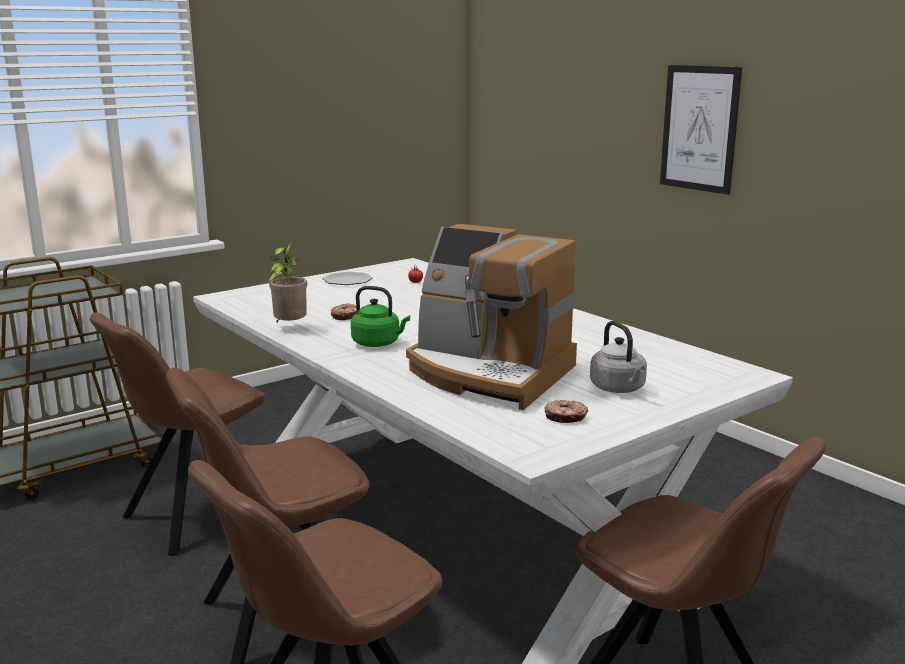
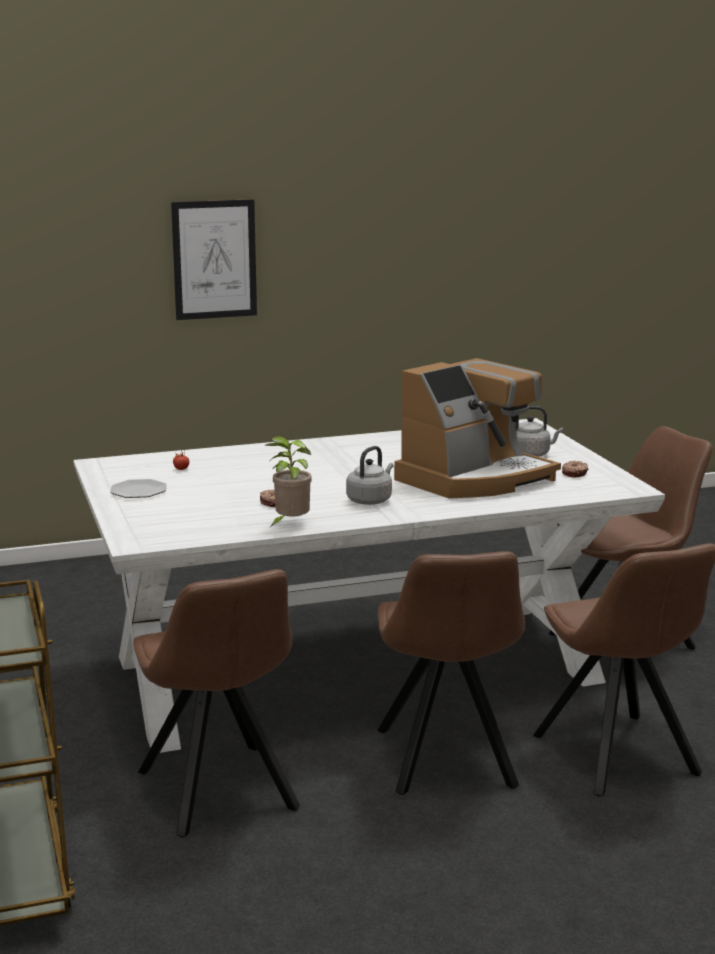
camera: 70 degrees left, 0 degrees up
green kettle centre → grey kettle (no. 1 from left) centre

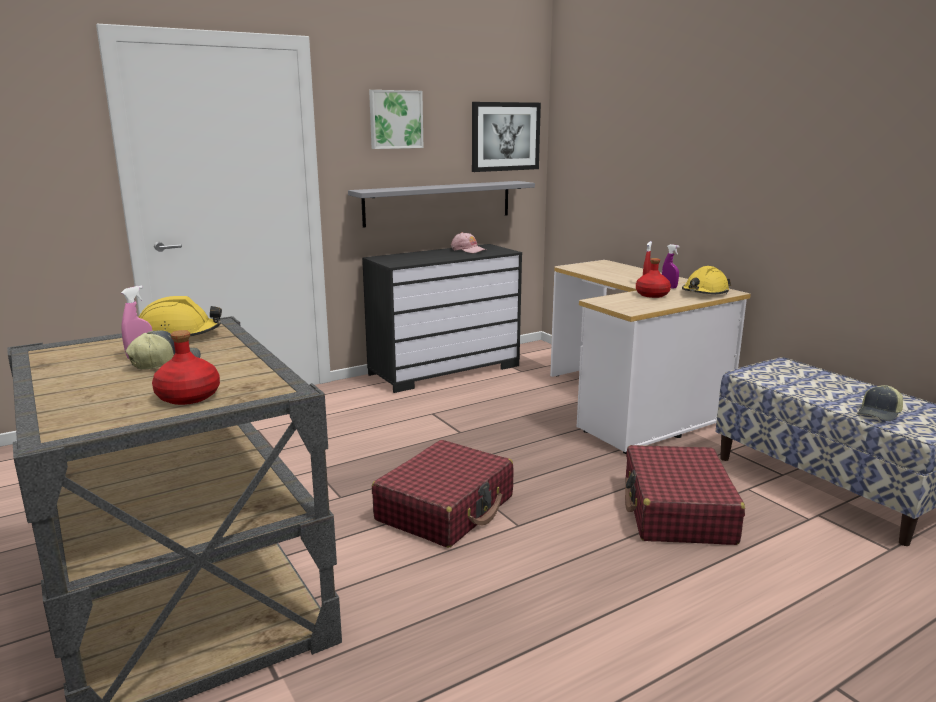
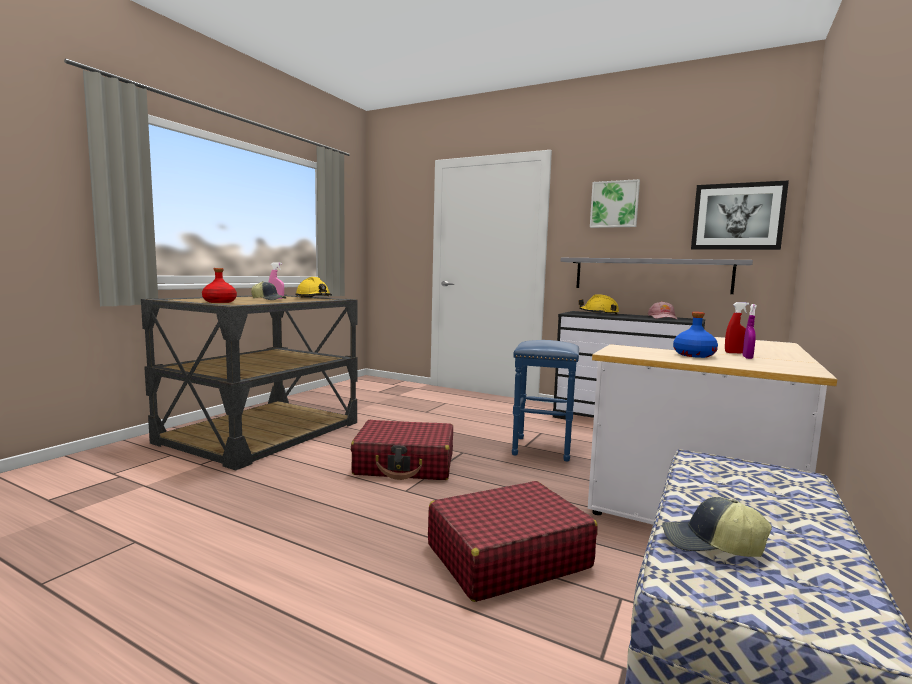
camera: 60 degrees right, 10 degrees down
red bottle (no. 2 from left) middle right → blue bottle middle right
yellow hard hat (no. 2 from left) middle right → yellow hard hat (no. 2 from left) centre, relocated
- → blue stool centre

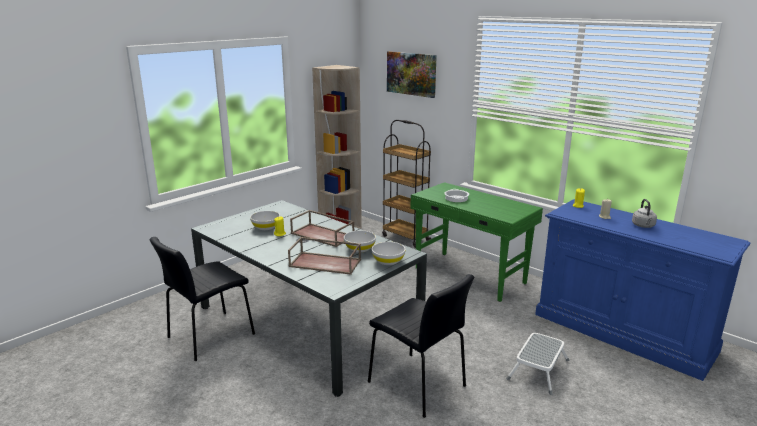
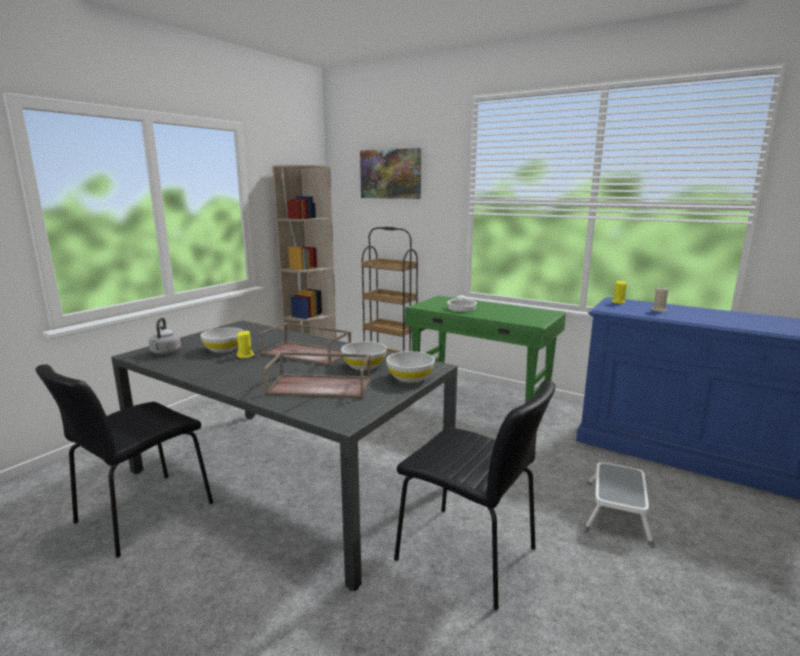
camera: 10 degrees left, 5 degrees down
grey kettle middle right → grey kettle middle left, relocated

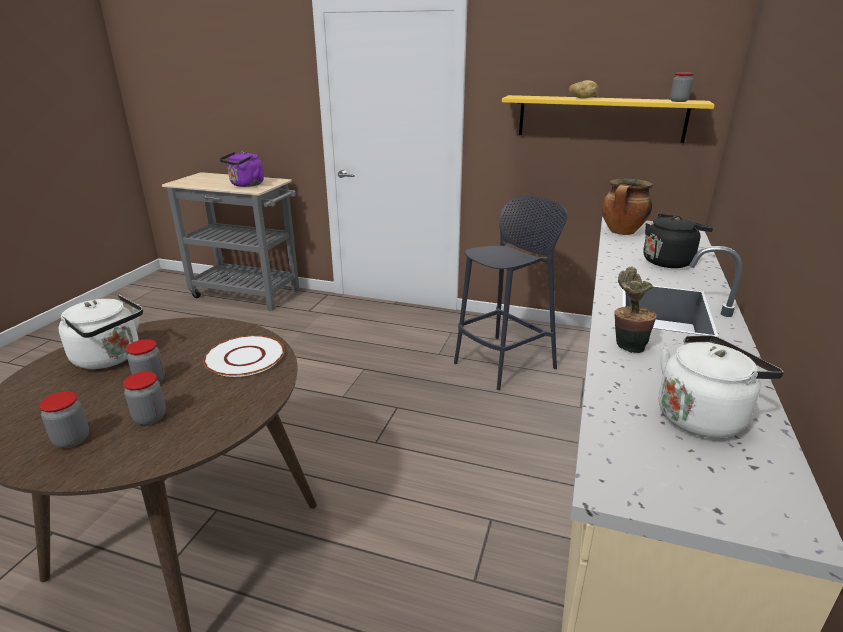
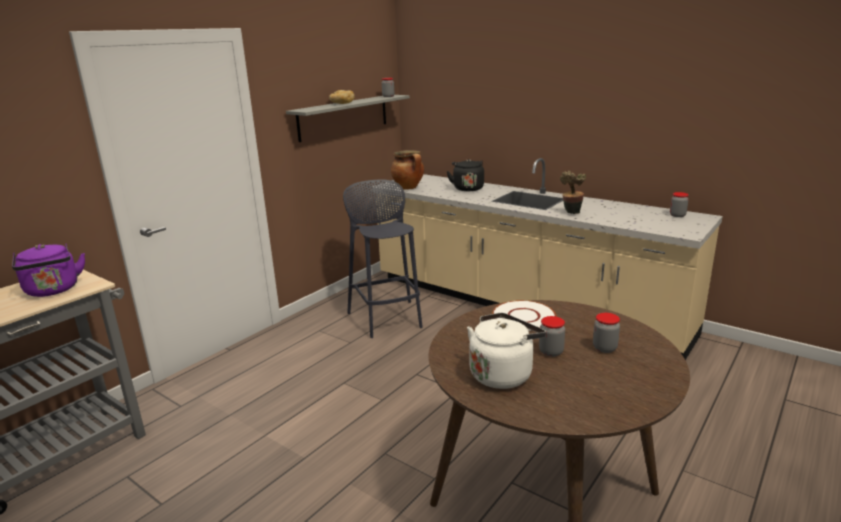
camera: 70 degrees left, 5 degrees down
yellow shelf top right → grey shelf top centre
white kettle (no. 2 from left) middle right → -
jar (no. 1 from left in the first image) middle left → jar (no. 4 from left) middle right, relocated

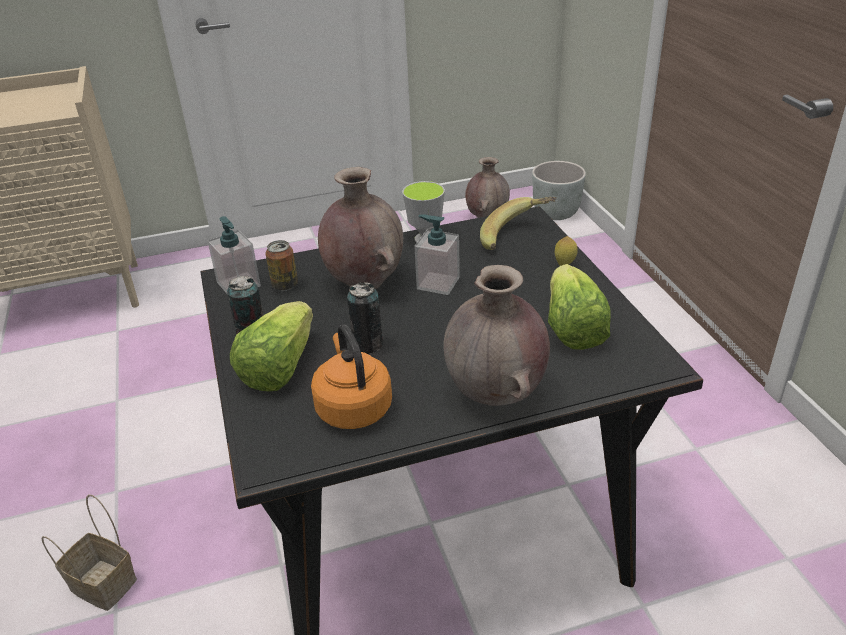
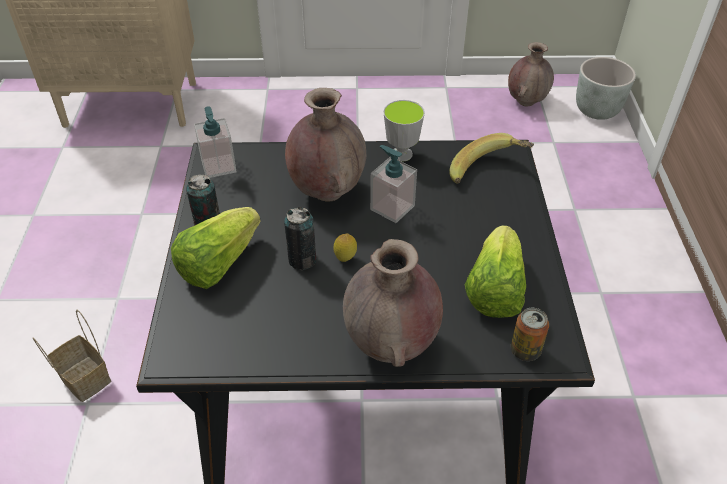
camera: 15 degrees right, 10 degrees up
lemon middle right → lemon centre, relocated
can (no. 2 from left in the first image) middle left → can (no. 3 from left) bottom right, relocated
orange kettle centre → -

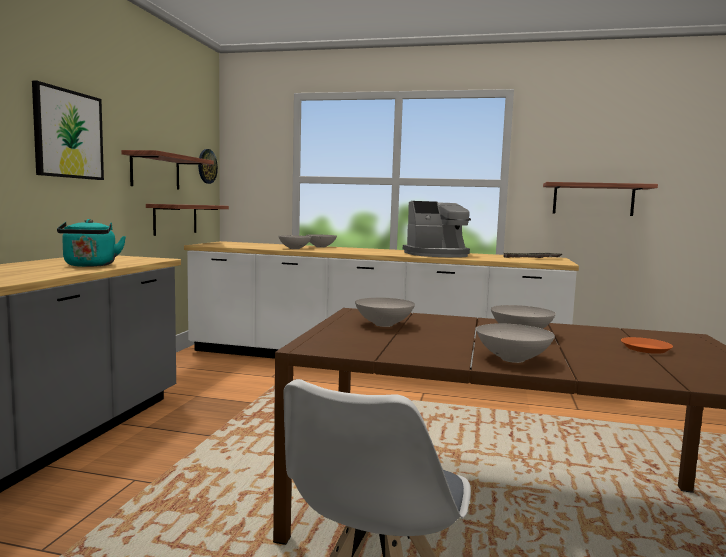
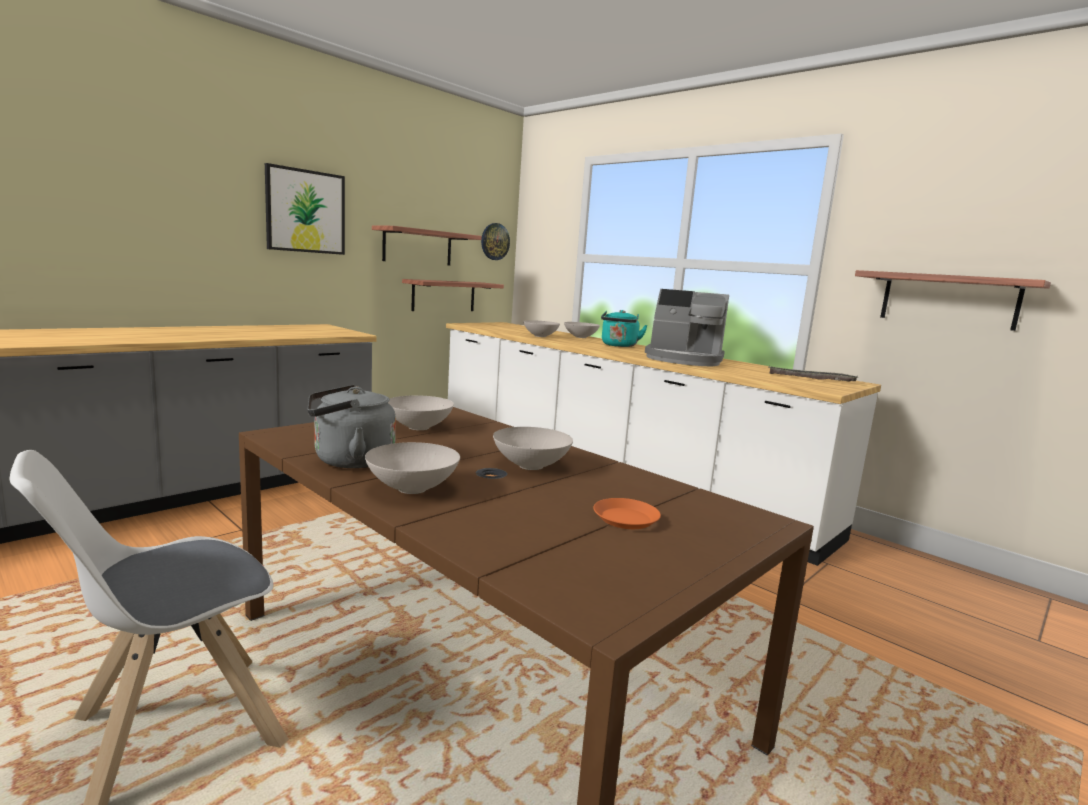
camera: 30 degrees right, 5 degrees up
turquoise kettle middle left → turquoise kettle centre, relocated
- → grey kettle middle left

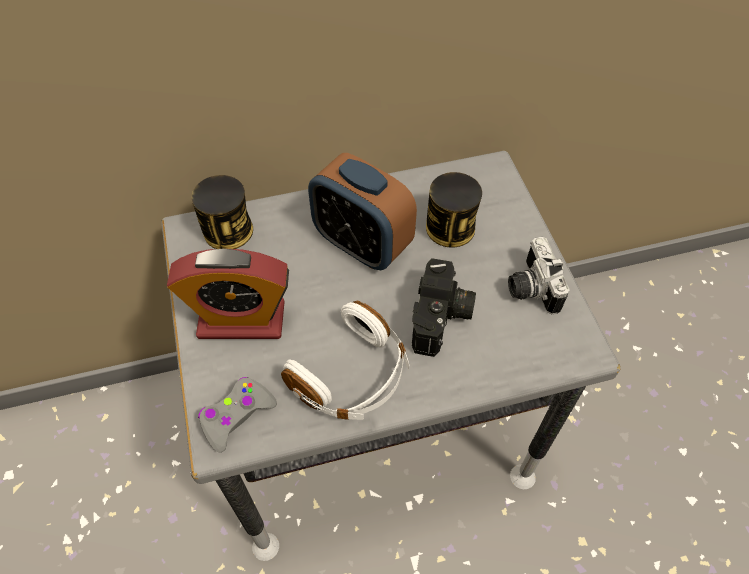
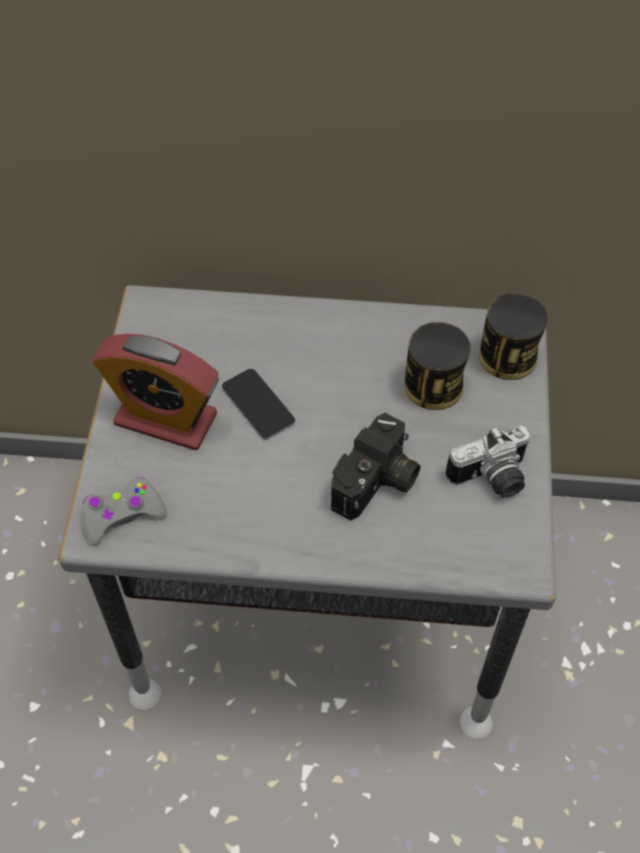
camera: 20 degrees right, 0 degrees up
alarm clock (no. 2 from left) centre → -
can (no. 1 from left in the first image) middle left → can (no. 2 from left) middle right, relocated
photo camera (no. 2 from left) middle right, 120 degrees counterclockwise
white headphones centre → -
- → phone centre

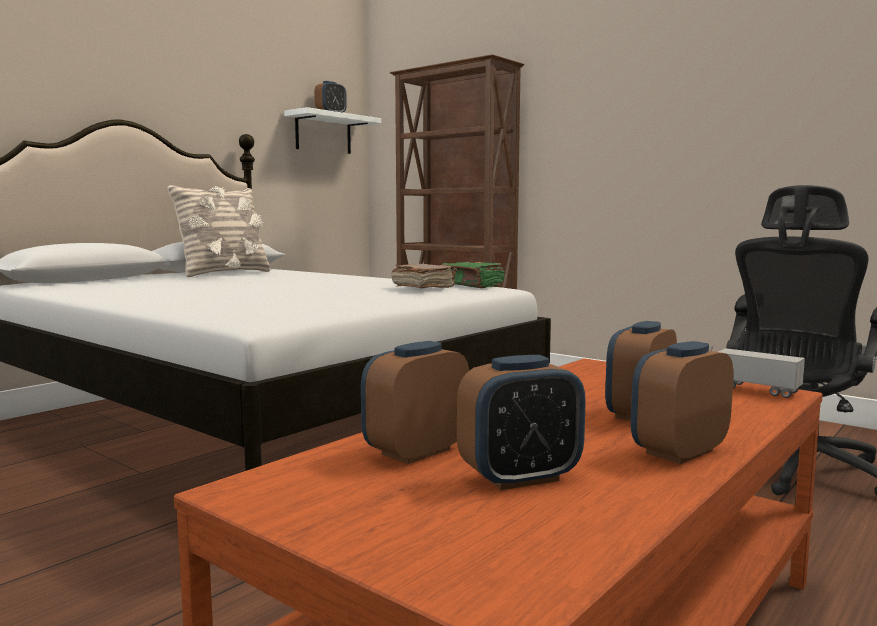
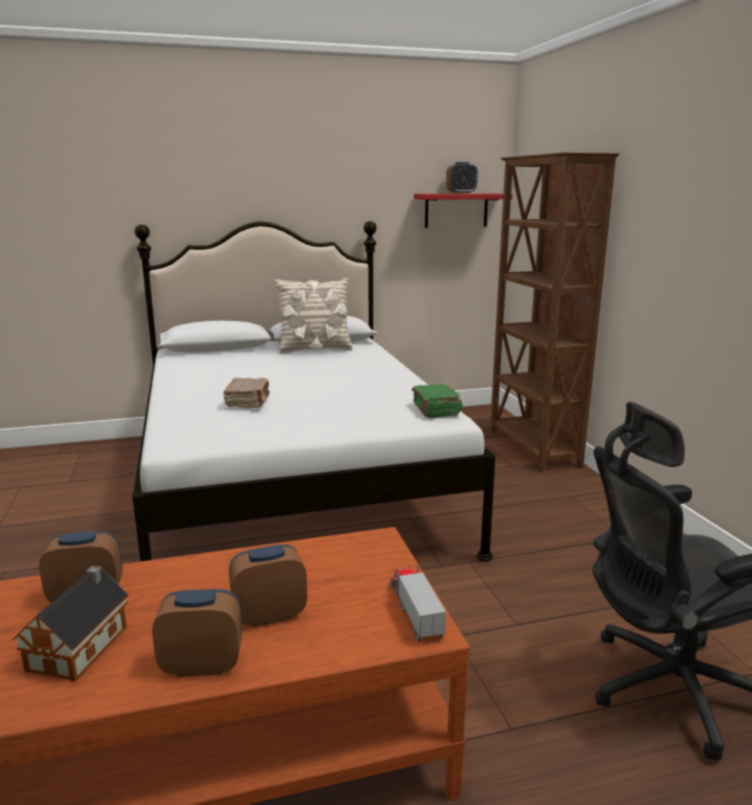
camera: 35 degrees right, 10 degrees up
white shelf top centre → red shelf top centre
brown book centre → brown book middle left, relocated
alarm clock (no. 3 from left) bottom centre → toy house bottom left

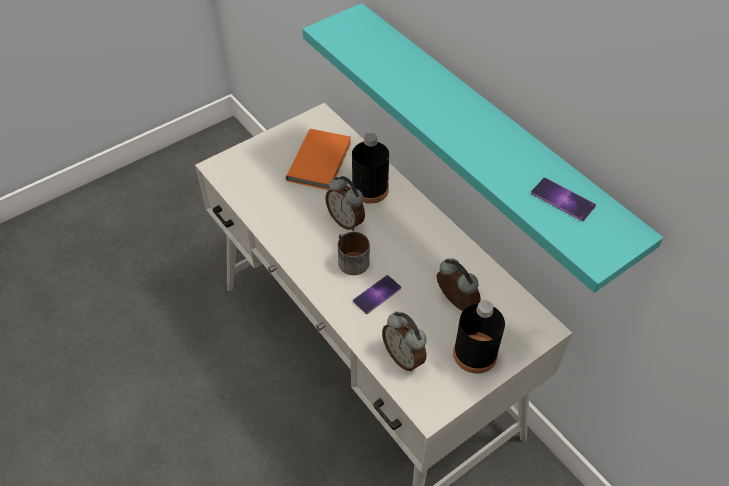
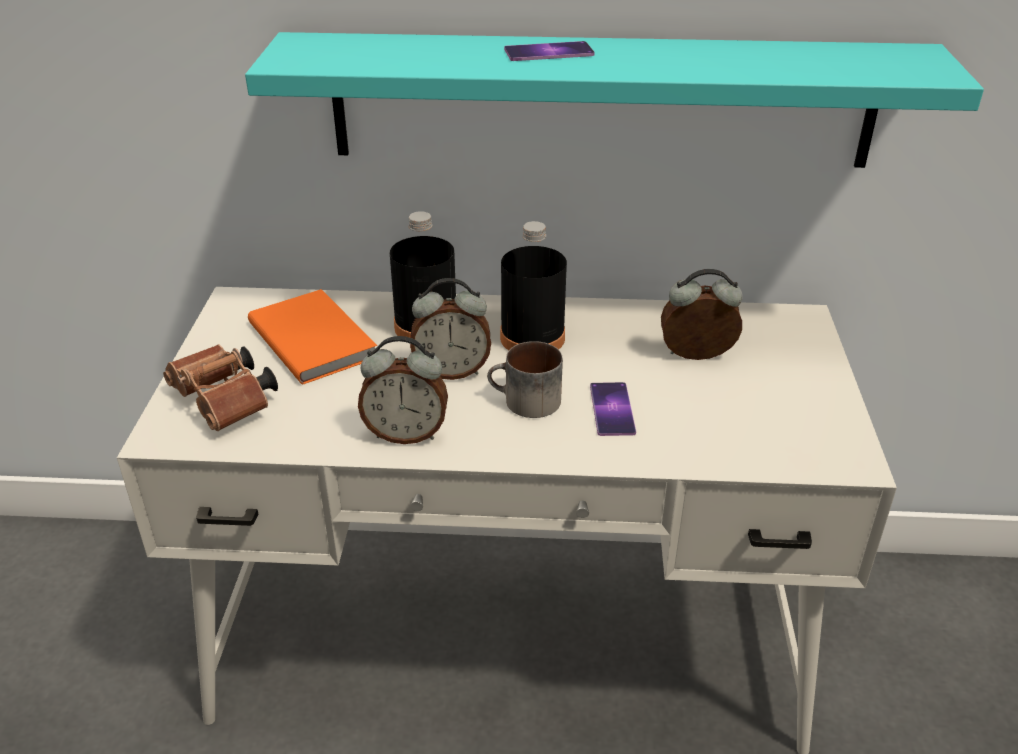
camera: 50 degrees left, 15 degrees down
phone (no. 2 from left in the first image) middle right → phone (no. 1 from left) top centre, relocated
black bottle (no. 2 from left) bottom centre → black bottle (no. 2 from left) centre, relocated
alarm clock (no. 2 from left in the first image) bottom centre → alarm clock (no. 1 from left) centre, relocated
- → brown binoculars middle left

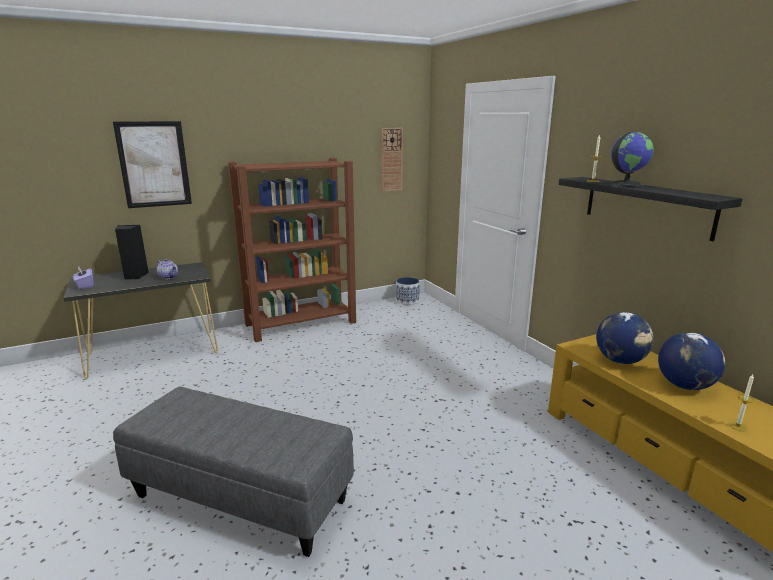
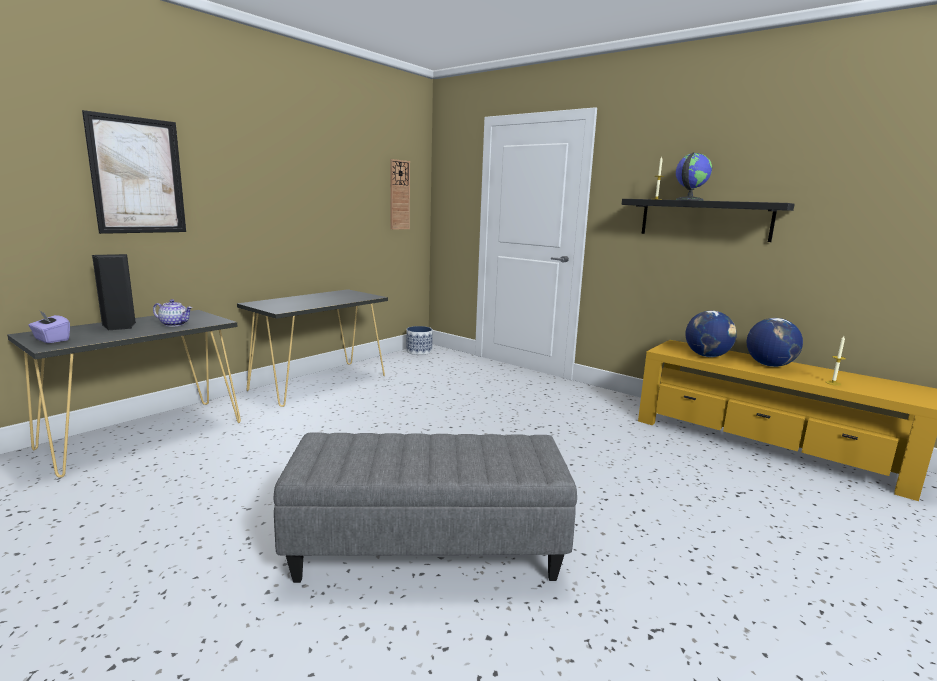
camera: 25 degrees left, 5 degrees down
brown bookcase centre → black console table (no. 2 from left) middle left

